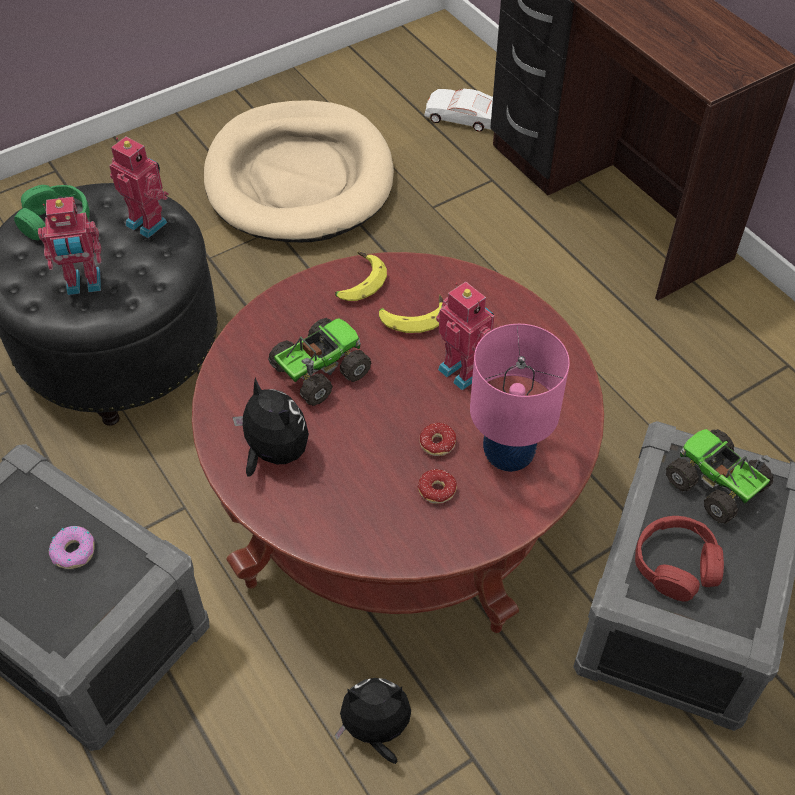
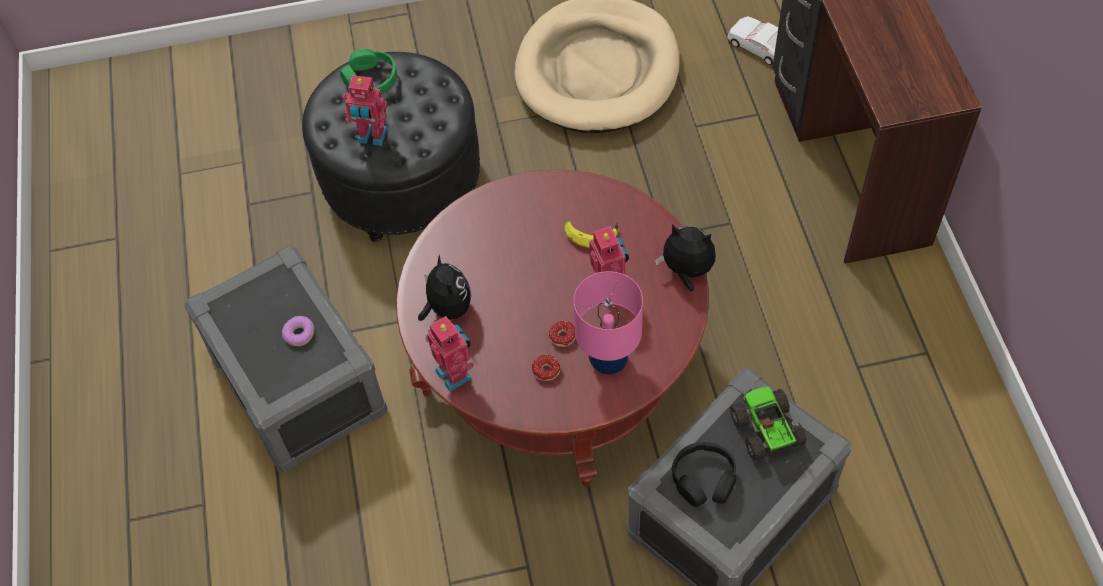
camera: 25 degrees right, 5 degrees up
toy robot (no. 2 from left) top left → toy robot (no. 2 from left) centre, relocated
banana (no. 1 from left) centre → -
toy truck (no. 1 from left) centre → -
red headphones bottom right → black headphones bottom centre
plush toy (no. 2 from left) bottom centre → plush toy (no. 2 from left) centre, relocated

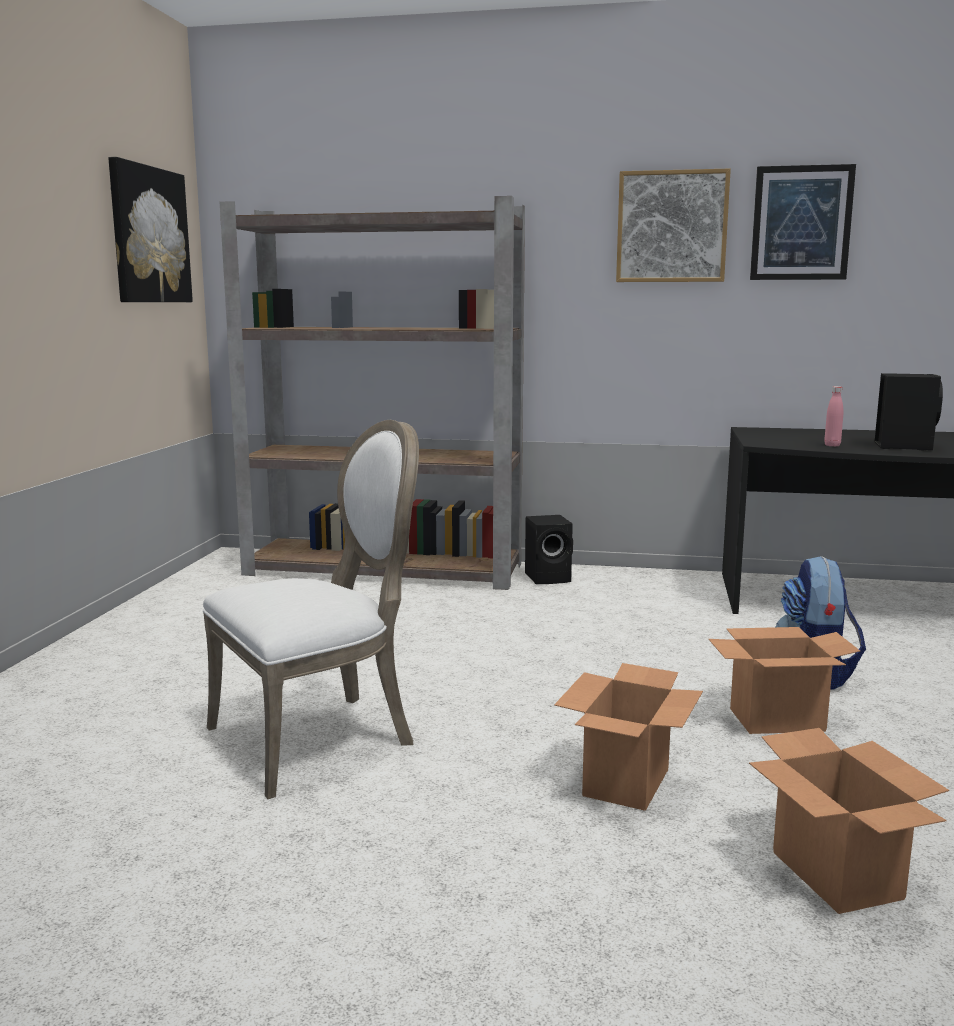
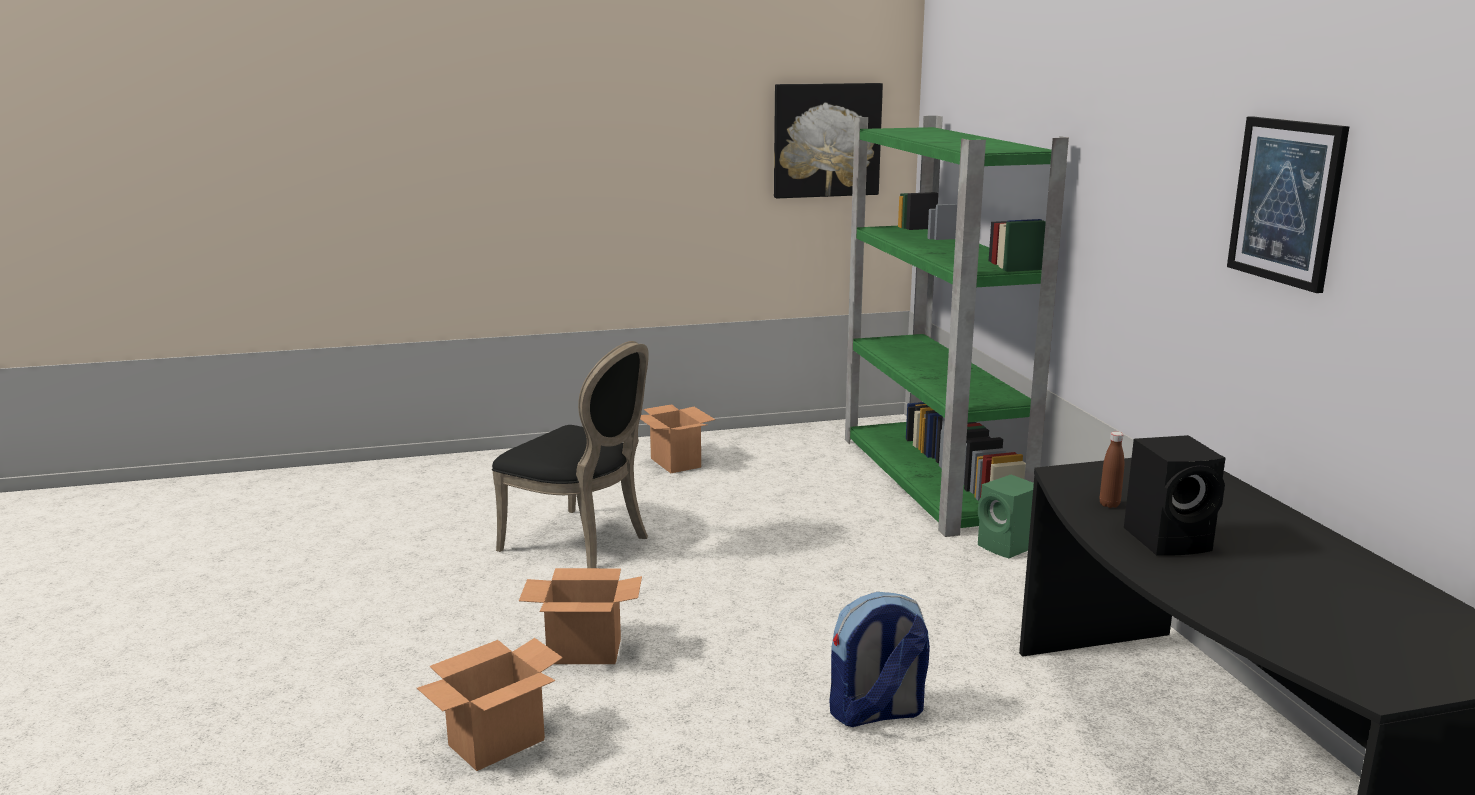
camera: 65 degrees right, 5 degrees up
picture (no. 2 from left) top right → -
brown bookcase centre → green bookcase centre
pink bottle middle right → brown bottle middle right
white chair middle left → black chair centre
black speaker (no. 1 from left) centre → green speaker middle right
cardboard box (no. 2 from left in the first image) middle right → cardboard box (no. 3 from left) centre, relocated

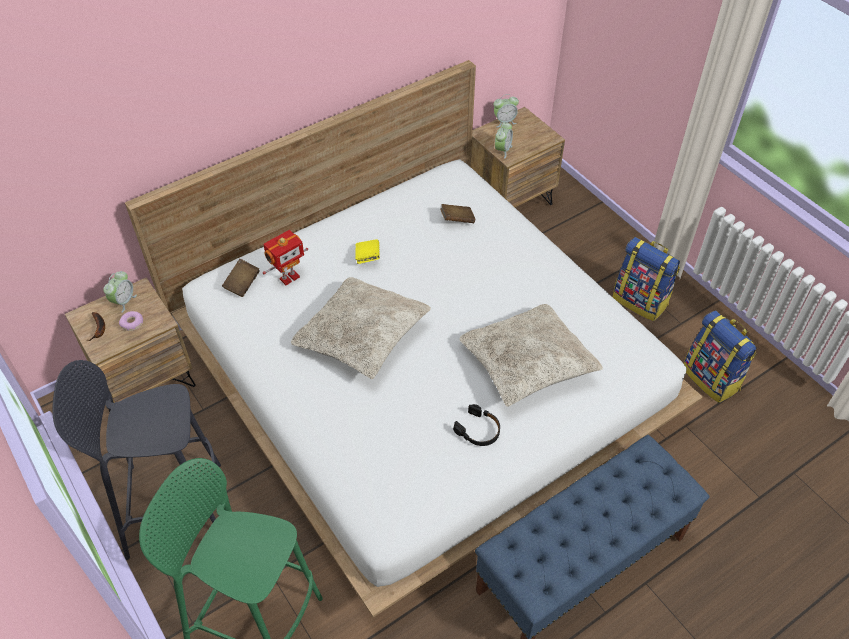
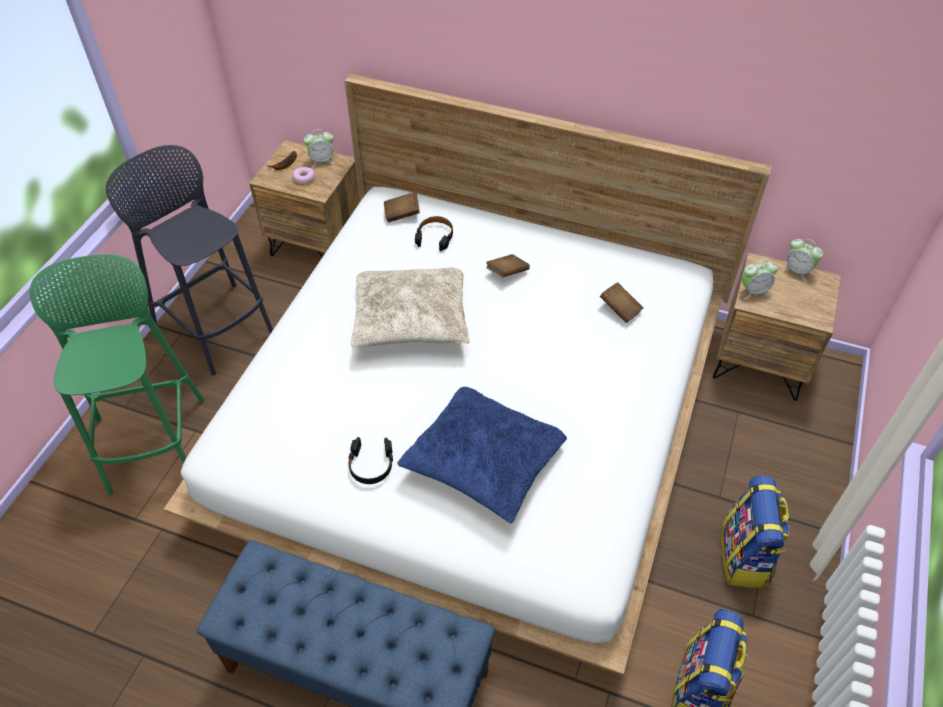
camera: 55 degrees right, 0 degrees up
toy robot centre → black headphones (no. 2 from left) top centre
yellow book centre → brown book (no. 2 from left) centre
beige pillow (no. 2 from left) centre → blue pillow centre

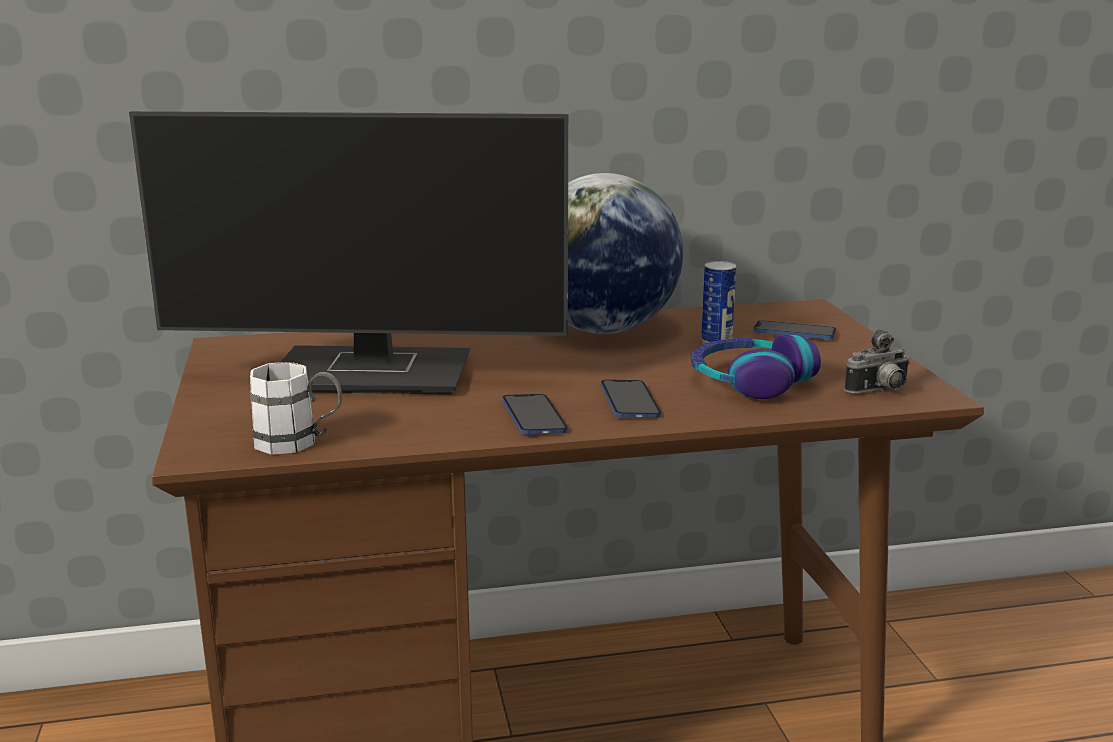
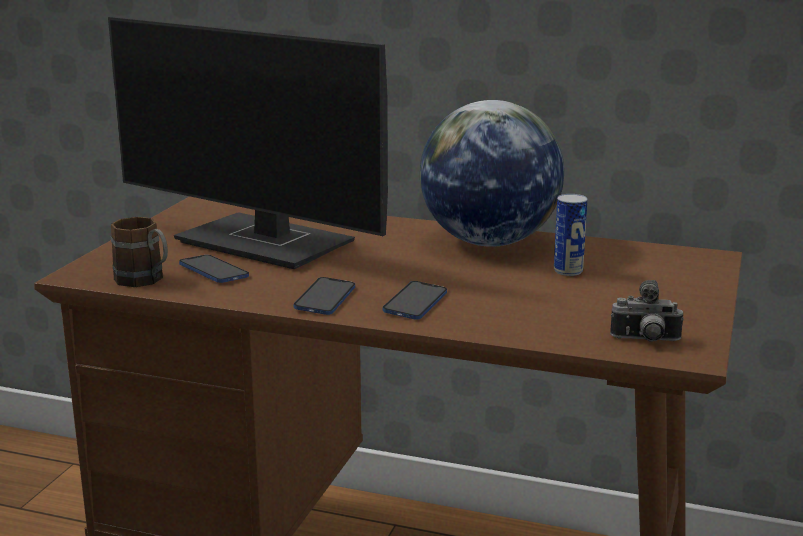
camera: 30 degrees right, 0 degrees up
phone (no. 3 from left in the first image) middle right → phone (no. 1 from left) middle left, relocated
headphones middle right → -
white mug middle left → brown mug middle left

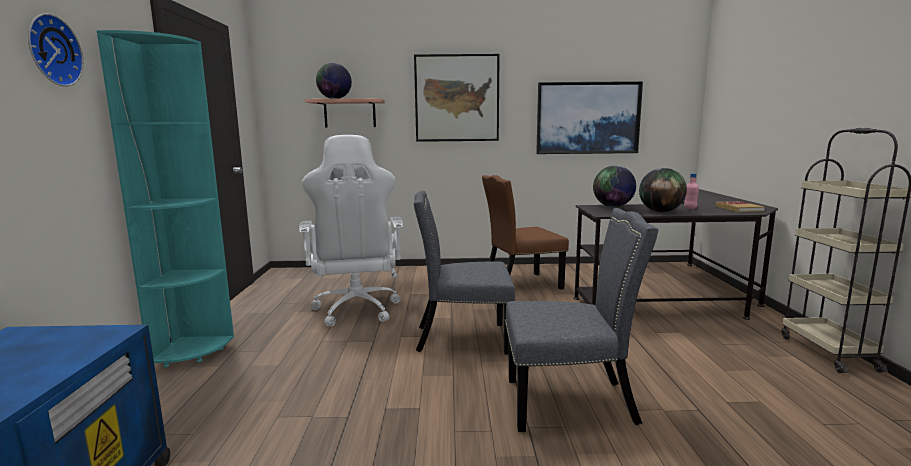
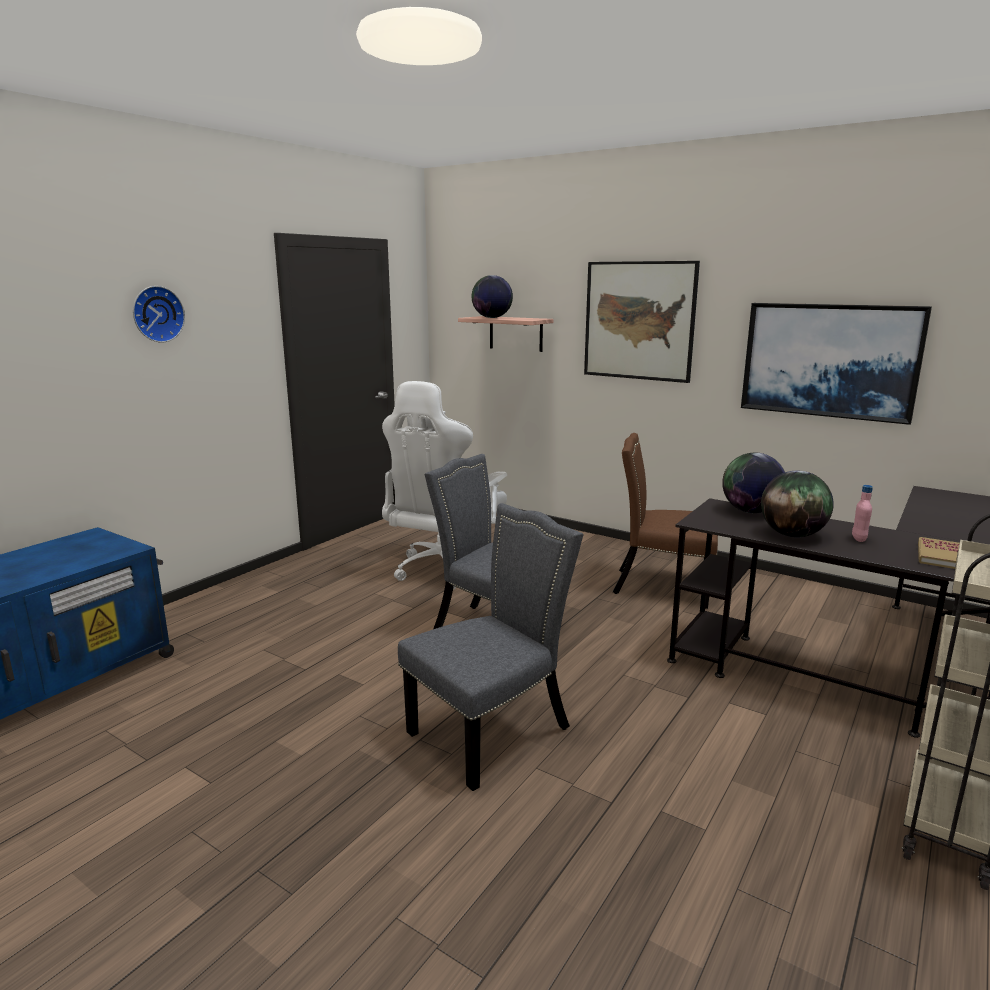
camera: 35 degrees right, 5 degrees up
turquoise bookcase middle left → -
grey chair (no. 2 from left) bottom centre → grey chair (no. 2 from left) centre, 75 degrees counterclockwise

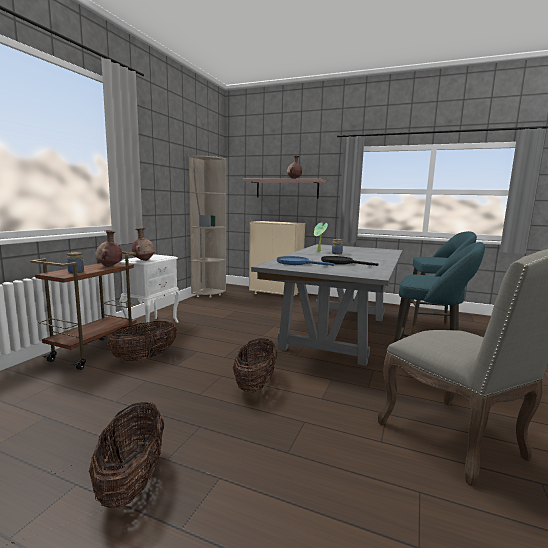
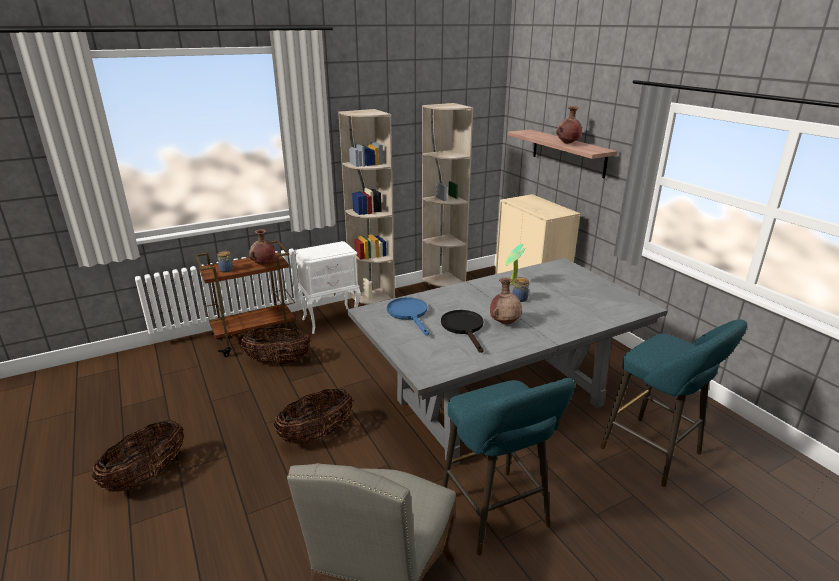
camera: 40 degrees right, 15 degrees up
brown vase (no. 2 from left) middle left → brown vase (no. 2 from left) centre, relocated
- → beige bookcase (no. 1 from left) centre

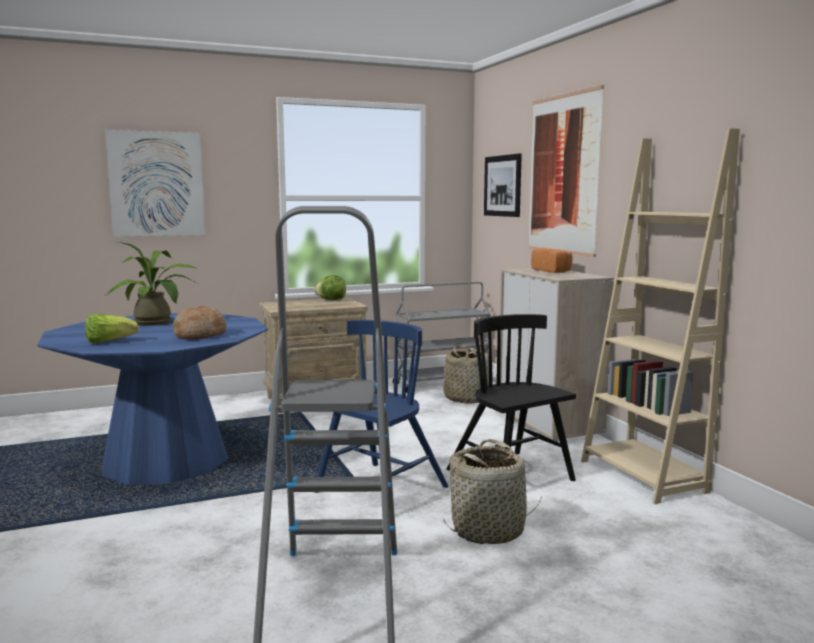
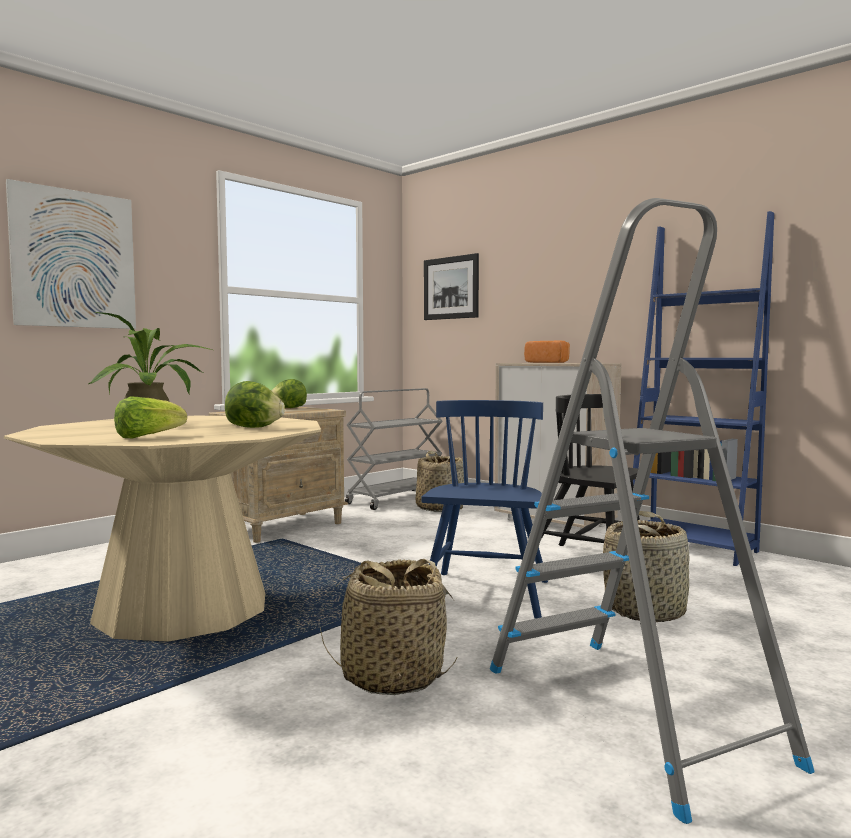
camera: 25 degrees left, 5 degrees down
picture (no. 3 from left) top right → -
beige bookcase middle right → blue bookcase middle right
bread (no. 1 from left) middle left → lettuce (no. 2 from left) middle left
blue dining table middle left → beige dining table middle left
- → basket (no. 1 from left) bottom centre

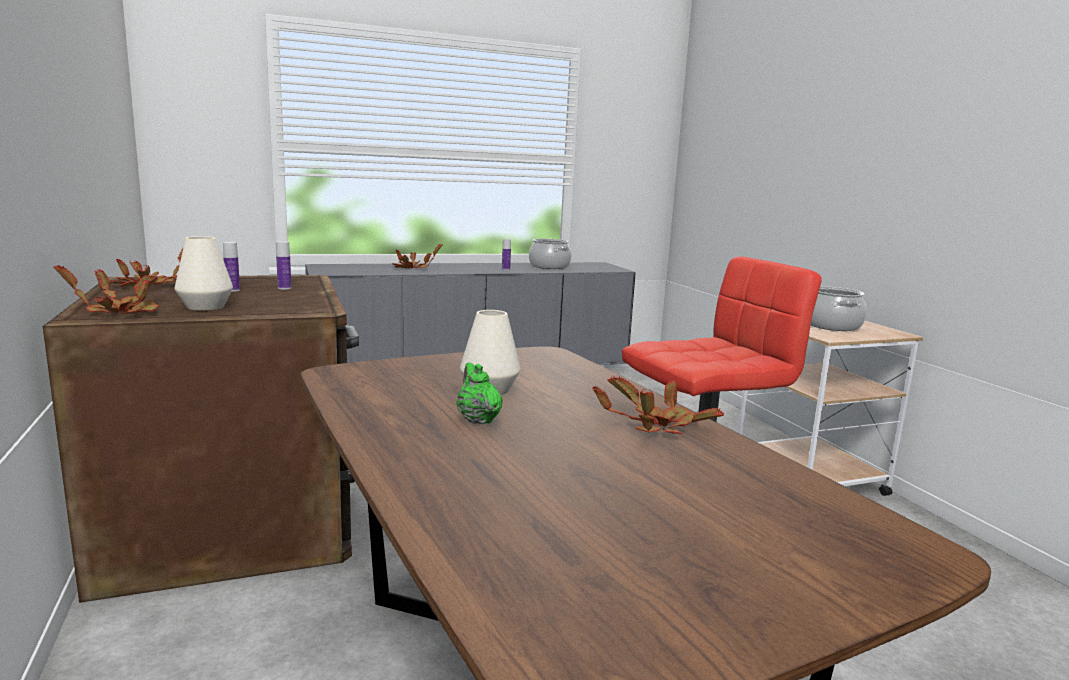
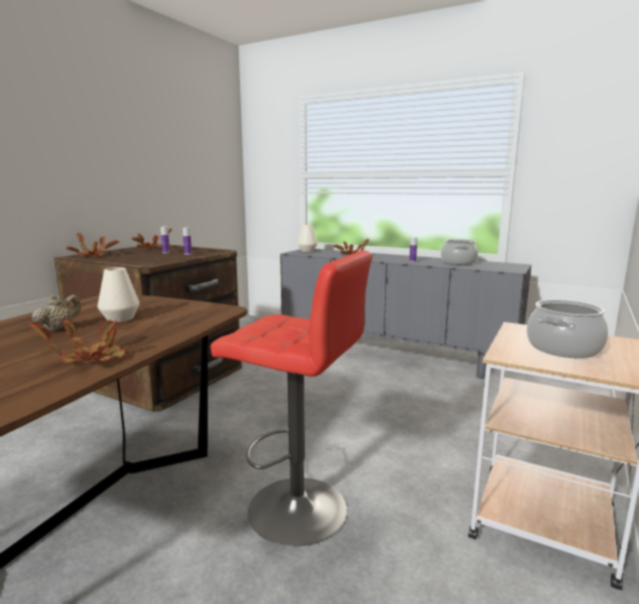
camera: 50 degrees right, 0 degrees up
white vase (no. 1 from left in the first image) middle left → white vase (no. 2 from left) centre, relocated
green teapot centre → beige teapot middle left

